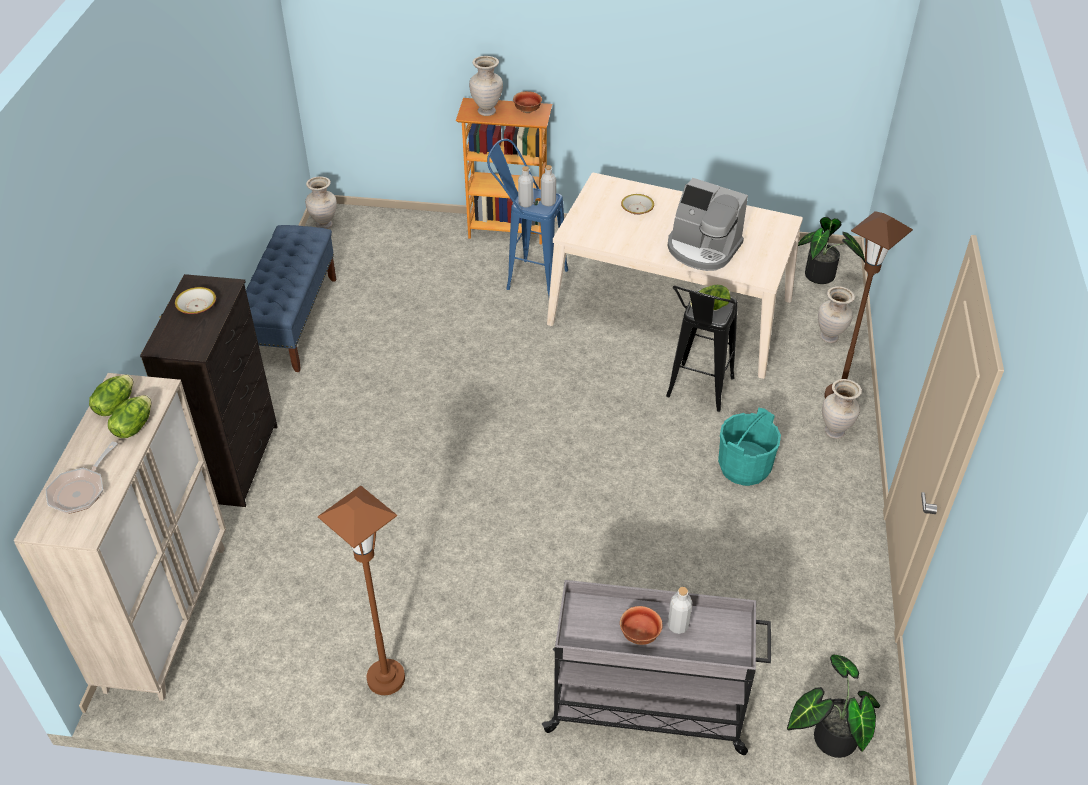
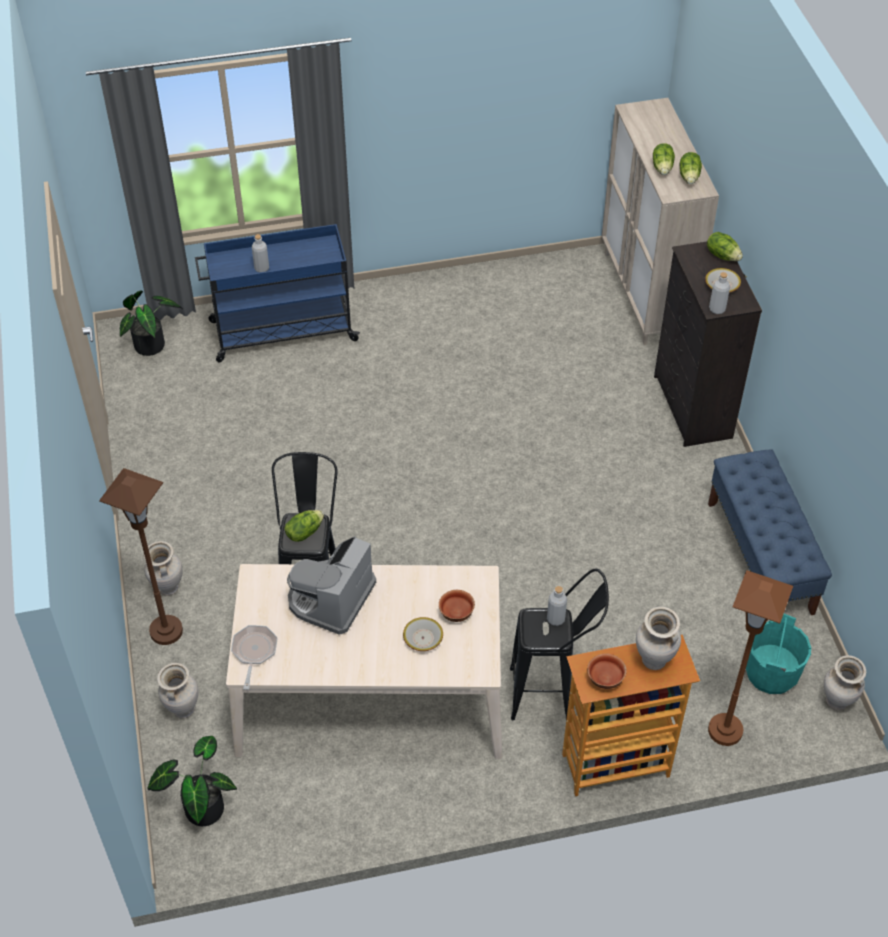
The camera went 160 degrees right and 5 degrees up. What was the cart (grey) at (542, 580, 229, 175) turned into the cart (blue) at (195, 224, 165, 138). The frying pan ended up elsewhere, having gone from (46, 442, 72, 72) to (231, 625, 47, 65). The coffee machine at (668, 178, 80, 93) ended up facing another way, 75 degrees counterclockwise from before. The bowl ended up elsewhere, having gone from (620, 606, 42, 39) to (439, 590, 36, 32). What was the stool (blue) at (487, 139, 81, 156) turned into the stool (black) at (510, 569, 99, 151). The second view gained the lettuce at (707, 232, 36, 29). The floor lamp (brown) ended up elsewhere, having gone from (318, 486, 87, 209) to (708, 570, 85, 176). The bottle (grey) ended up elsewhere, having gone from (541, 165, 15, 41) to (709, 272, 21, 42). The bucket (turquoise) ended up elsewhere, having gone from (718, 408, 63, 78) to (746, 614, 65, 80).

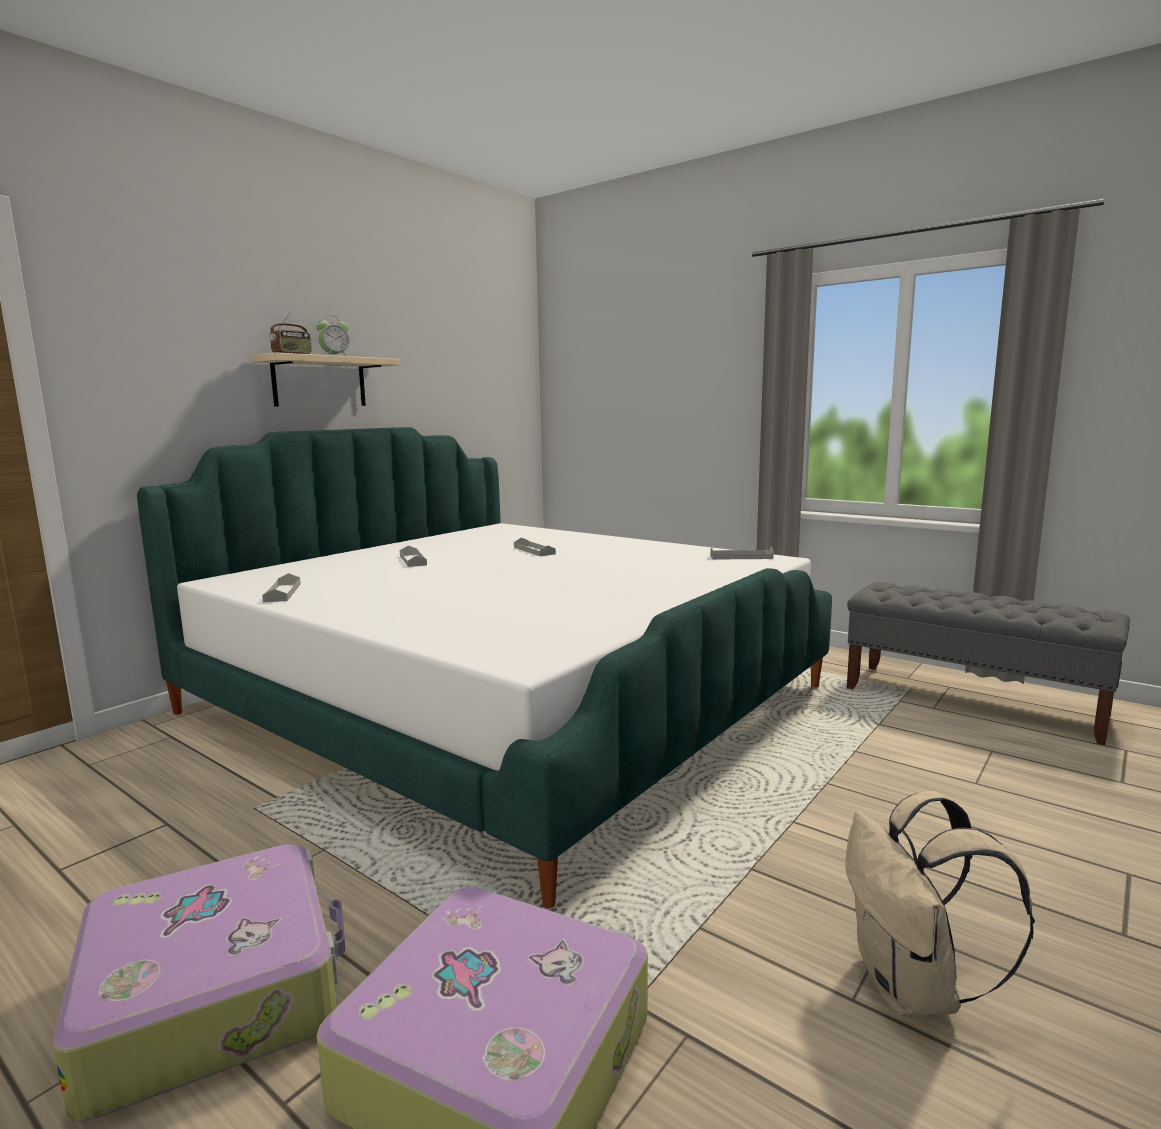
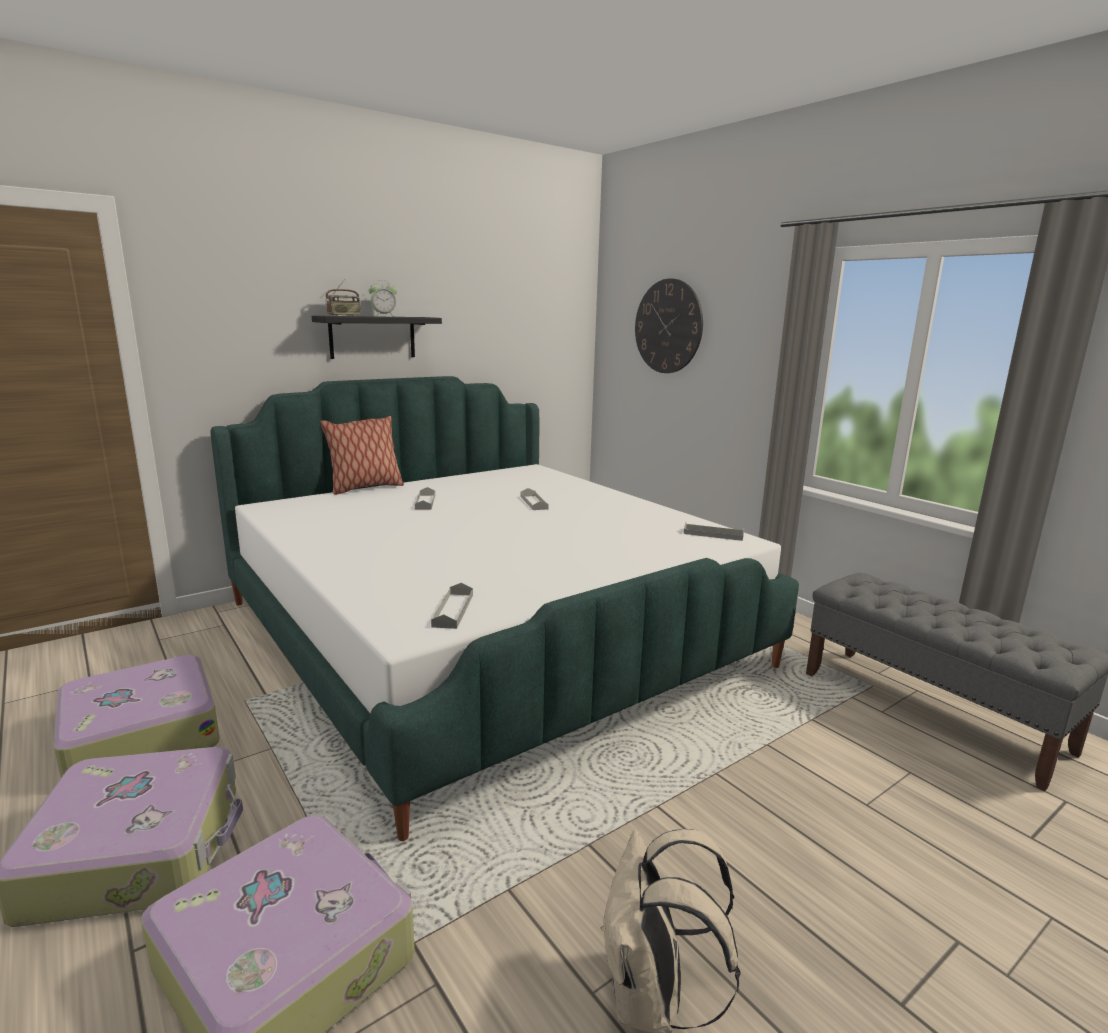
The camera went 15 degrees right and 5 degrees up. The second view gained the suitcase at (54, 655, 166, 122). What was the shelf (beige) at (251, 352, 149, 55) turned into the shelf (black) at (312, 316, 130, 43). The second view gained the pillow at (321, 416, 83, 79). The tray (grey) ended up elsewhere, having gone from (262, 573, 39, 29) to (431, 583, 42, 46). The second view gained the wall clock at (635, 278, 68, 95).

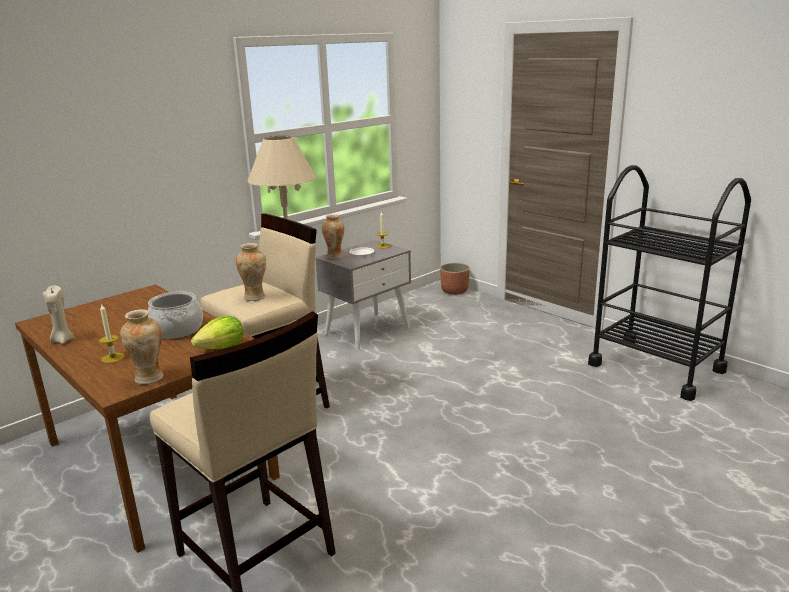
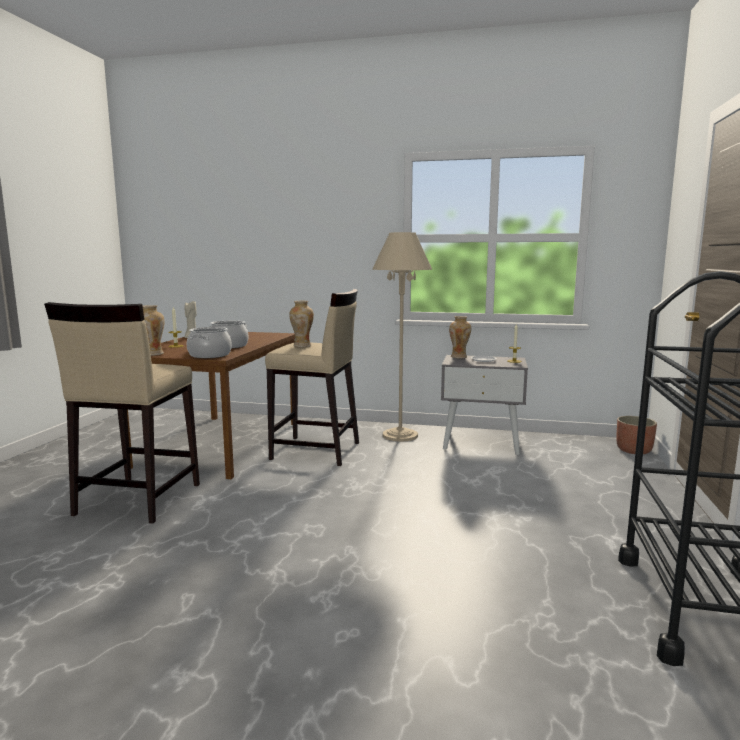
The camera went 55 degrees right and 10 degrees down. Where the lettuce stood at (191, 316, 53, 33), the cooking pot came to stand at (187, 327, 45, 31).

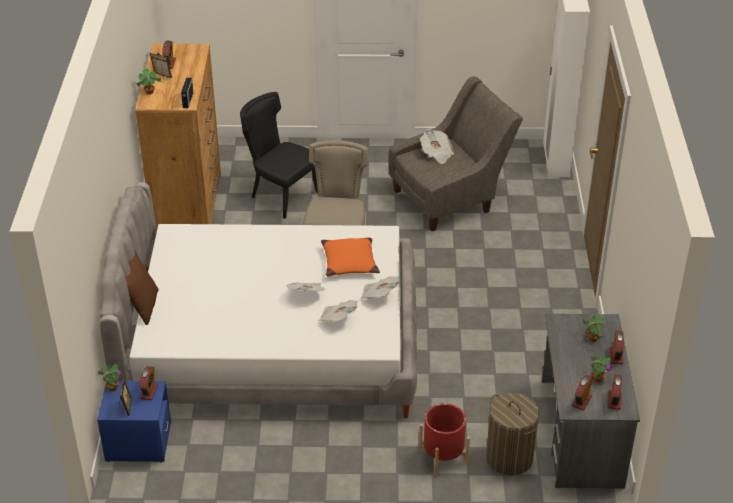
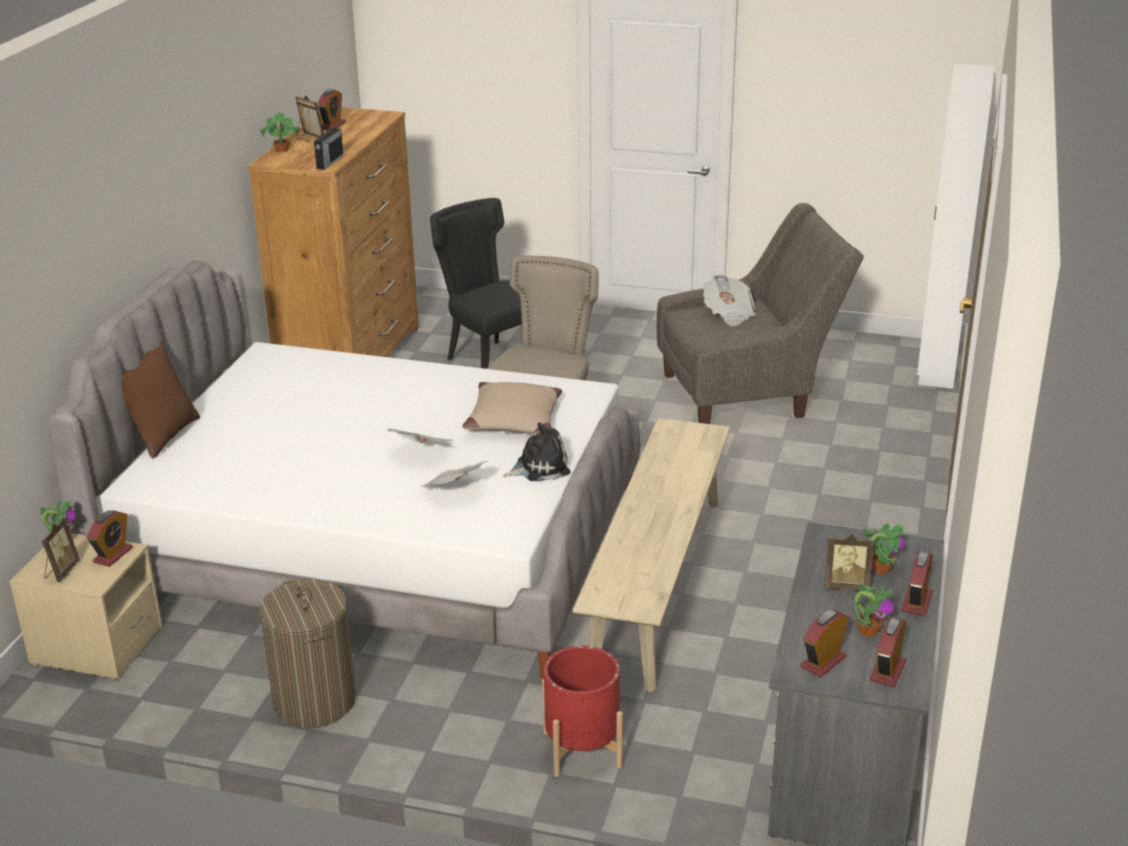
The camera went 15 degrees right and 10 degrees down. What was the nightstand (blue) at (97, 381, 74, 81) turned into the nightstand (beige) at (10, 533, 152, 147). The laundry basket ended up elsewhere, having gone from (486, 393, 53, 82) to (259, 579, 97, 149). What was the pillow (orange) at (321, 238, 59, 39) turned into the pillow (beige) at (462, 382, 100, 52). Where the newspaper stood at (361, 276, 38, 23), the plush toy came to stand at (503, 422, 67, 59). The second view gained the bench (beige) at (572, 418, 158, 274). The second view gained the picture frame at (825, 534, 49, 56).

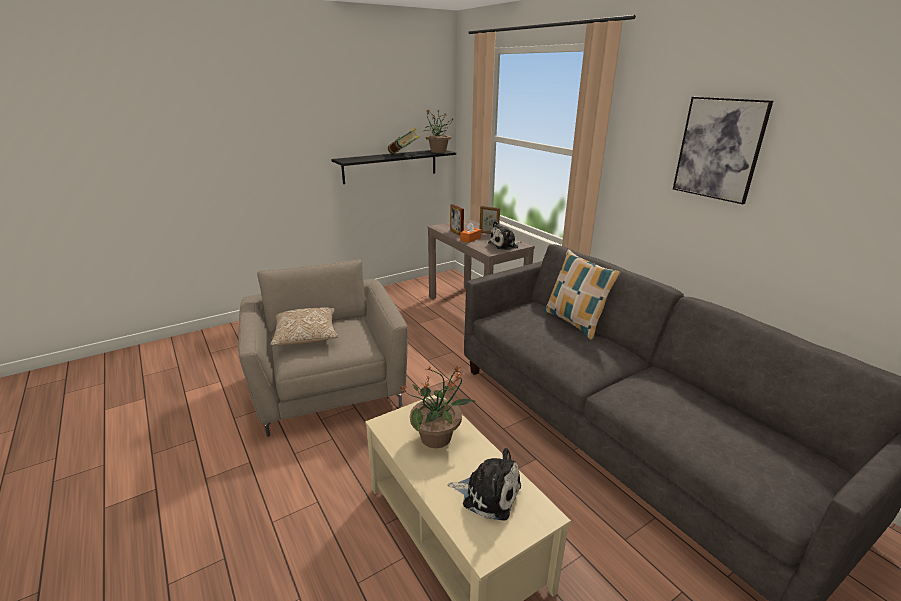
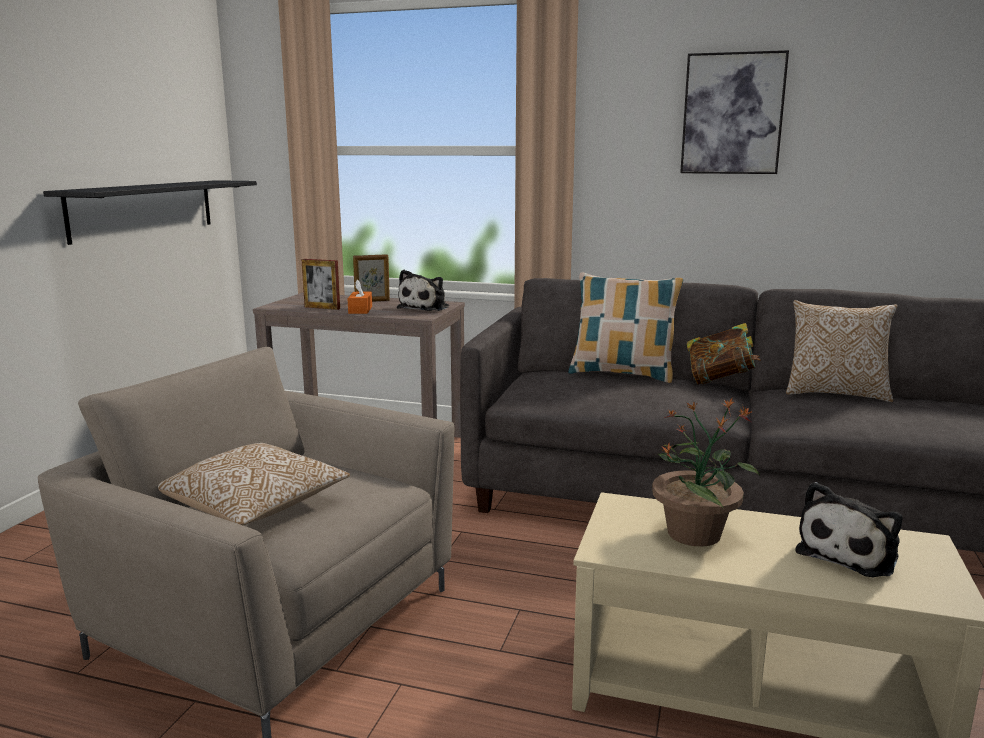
The camera went 40 degrees left and 10 degrees down. The book ended up elsewhere, having gone from (388, 128, 32, 26) to (687, 323, 74, 61). The second view gained the pillow at (786, 300, 112, 102). The plush toy at (447, 448, 74, 73) ended up facing another way, 150 degrees clockwise from before. The second view lost the potted plant at (422, 109, 31, 44).

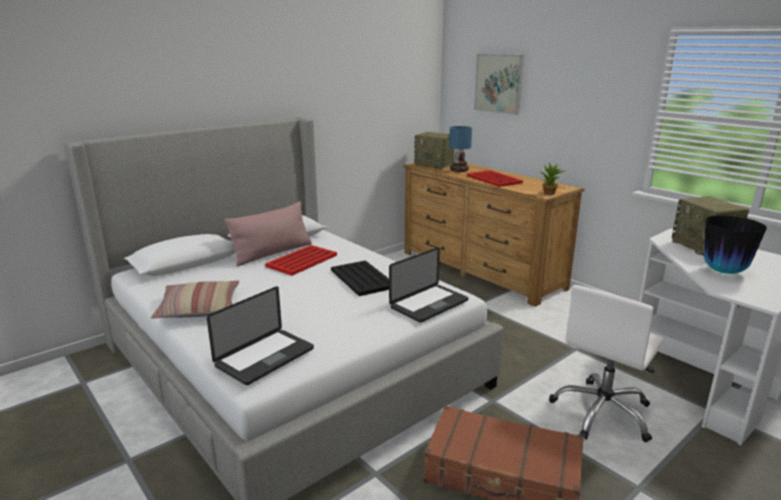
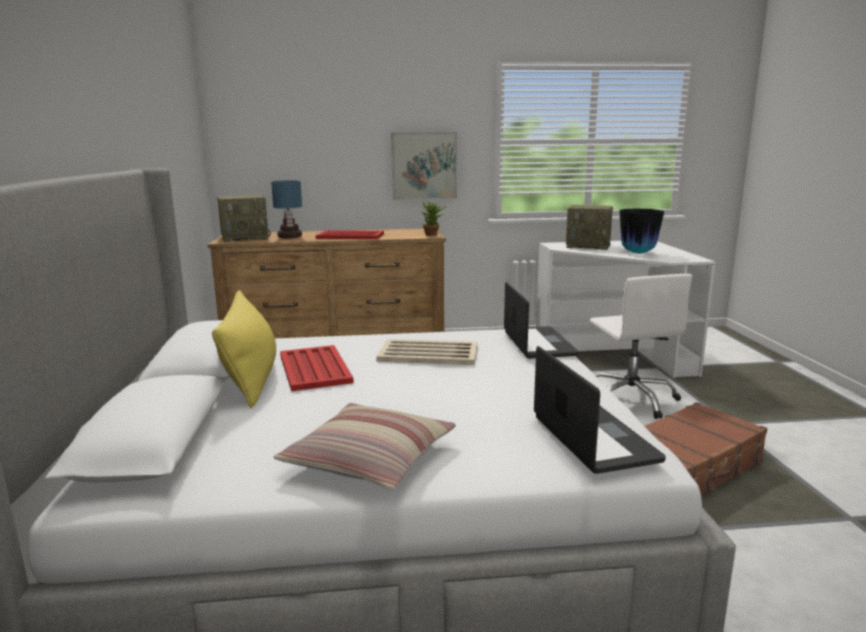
The camera went 55 degrees left and 5 degrees down. What was the pillow (pink) at (225, 201, 87, 65) turned into the pillow (yellow) at (212, 290, 64, 118). What was the tray (black) at (331, 260, 58, 36) turned into the tray (beige) at (376, 339, 102, 26). The picture ended up elsewhere, having gone from (474, 54, 50, 61) to (391, 132, 66, 68).

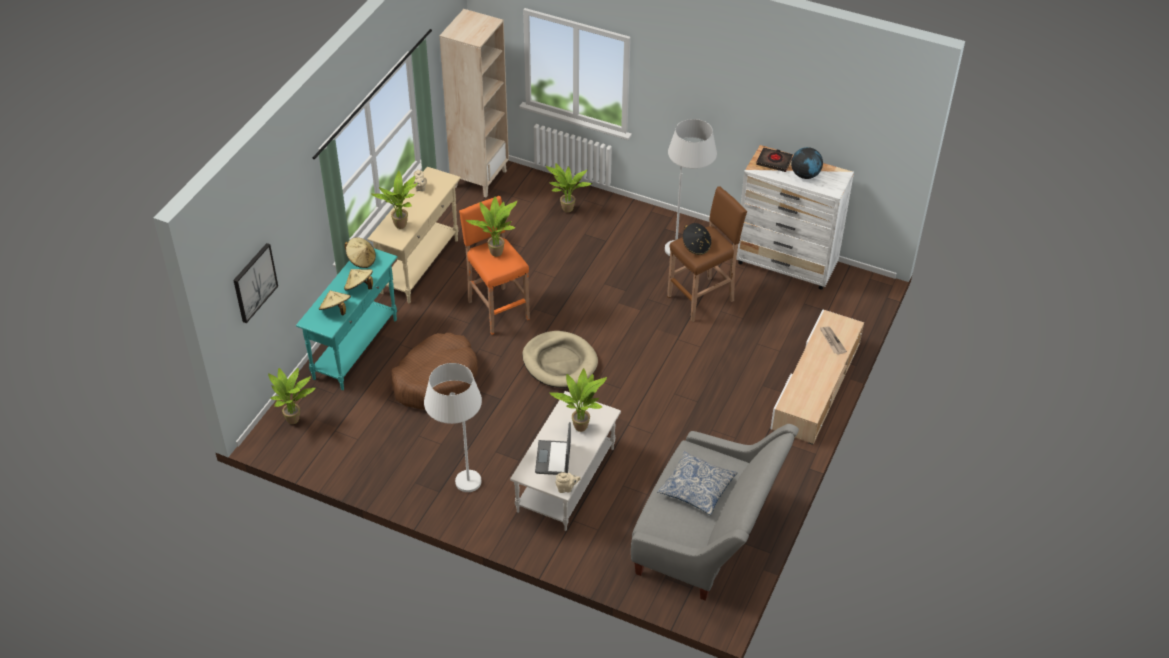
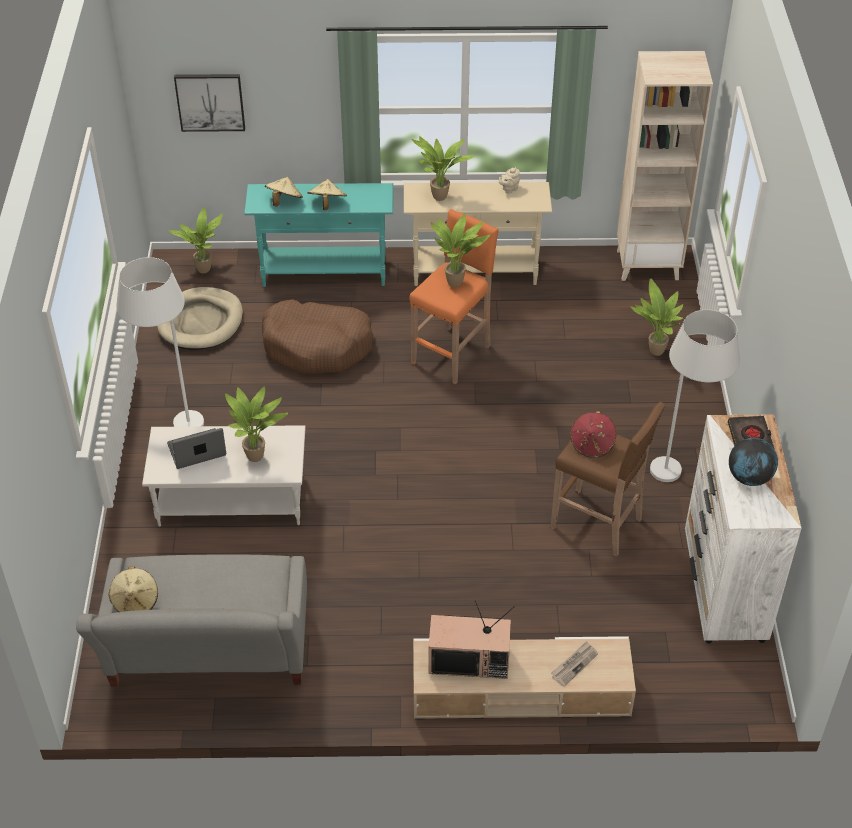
The camera went 65 degrees right and 0 degrees up. The hat (beige) ended up elsewhere, having gone from (345, 237, 31, 31) to (109, 566, 49, 46). The dog bed (beige) ended up elsewhere, having gone from (522, 331, 76, 57) to (157, 287, 86, 63). The second view gained the television at (428, 600, 87, 79). What was the hat (black) at (683, 223, 28, 32) turned into the hat (red) at (570, 411, 46, 47). The second view lost the teapot (beige) at (555, 472, 26, 21). The second view lost the pillow at (657, 450, 81, 65).

